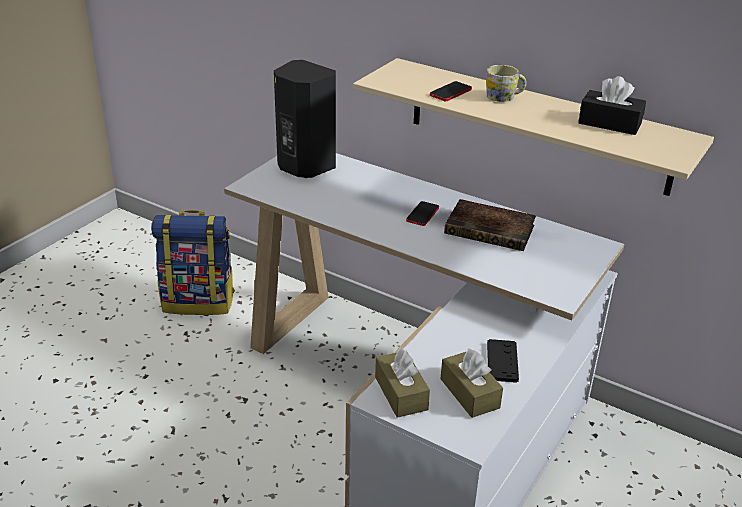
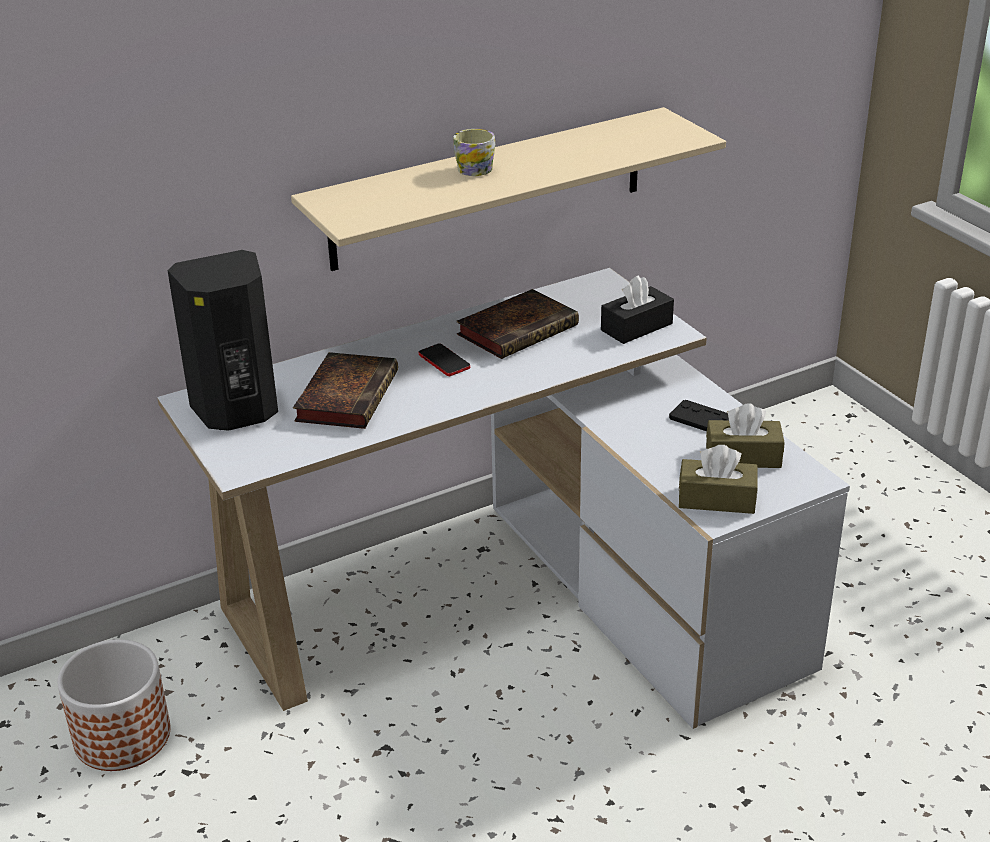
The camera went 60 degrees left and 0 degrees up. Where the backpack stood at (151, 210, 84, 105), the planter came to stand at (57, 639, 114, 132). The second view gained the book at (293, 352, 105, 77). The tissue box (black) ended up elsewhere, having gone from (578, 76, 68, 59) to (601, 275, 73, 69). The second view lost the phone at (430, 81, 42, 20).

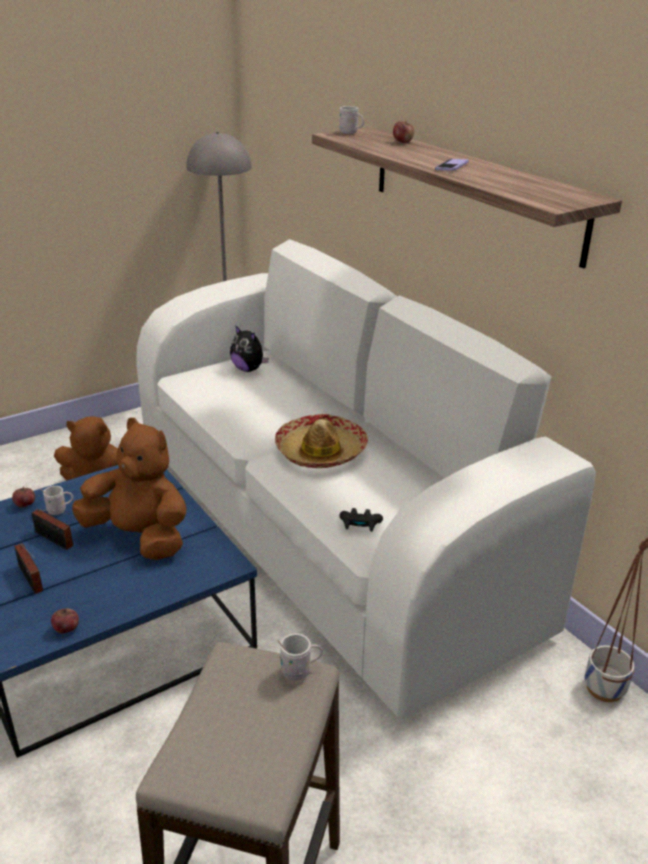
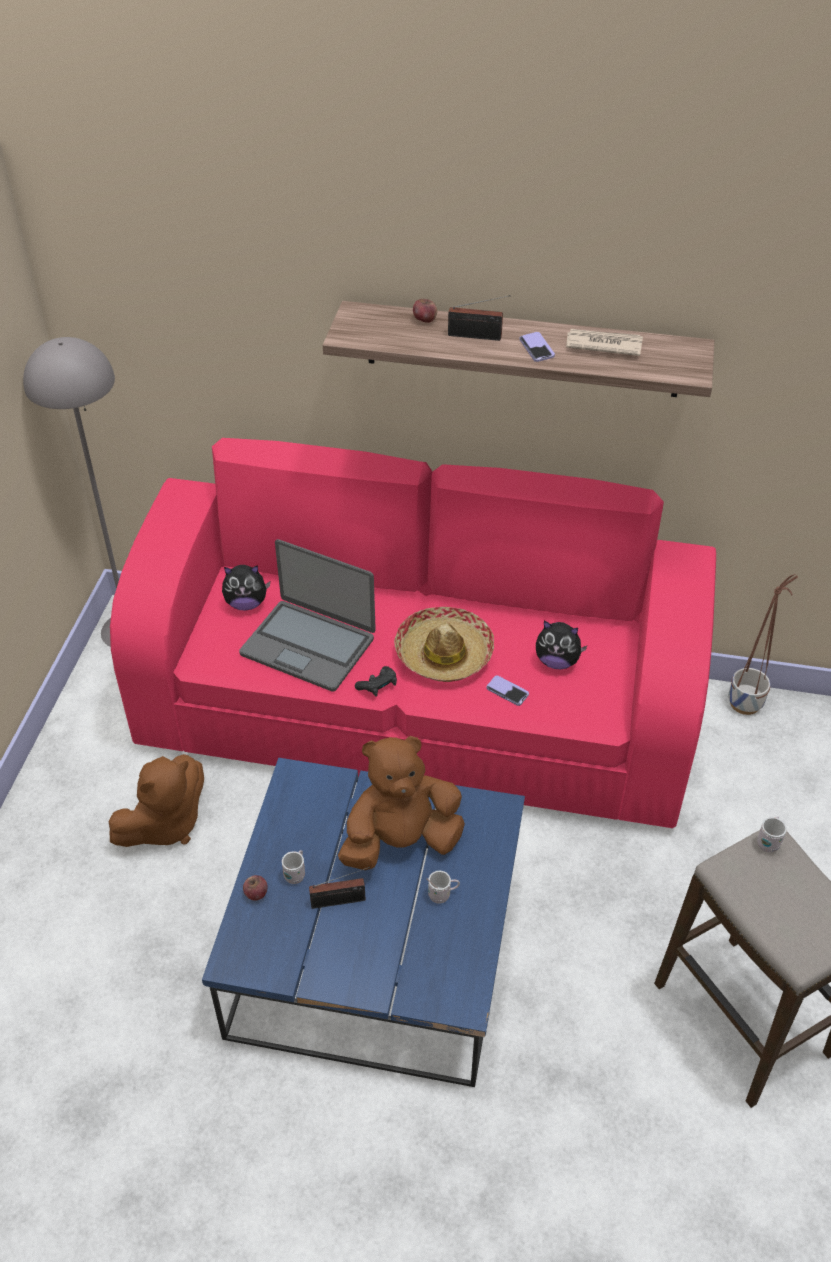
The camera went 45 degrees left and 15 degrees up. What was the sofa (white) at (137, 239, 459, 479) turned into the sofa (pink) at (110, 438, 606, 390). The second view gained the laptop at (239, 539, 137, 153). The game controller (black) ended up elsewhere, having gone from (339, 508, 44, 24) to (355, 666, 42, 31). The mug (white) ended up elsewhere, having gone from (339, 100, 25, 34) to (426, 871, 34, 33). The radio ended up elsewhere, having gone from (14, 543, 29, 51) to (448, 295, 62, 46). The second view gained the phone at (487, 676, 42, 30). The second view gained the plush toy at (536, 621, 52, 49). The second view gained the newspaper at (566, 329, 77, 27). The second view lost the apple at (51, 608, 28, 25).

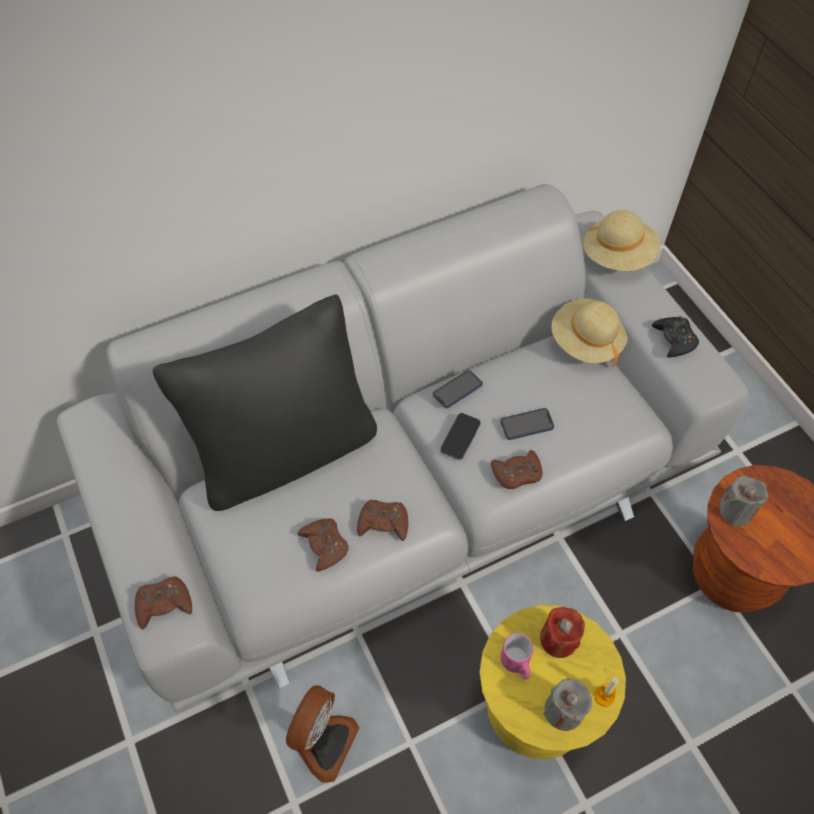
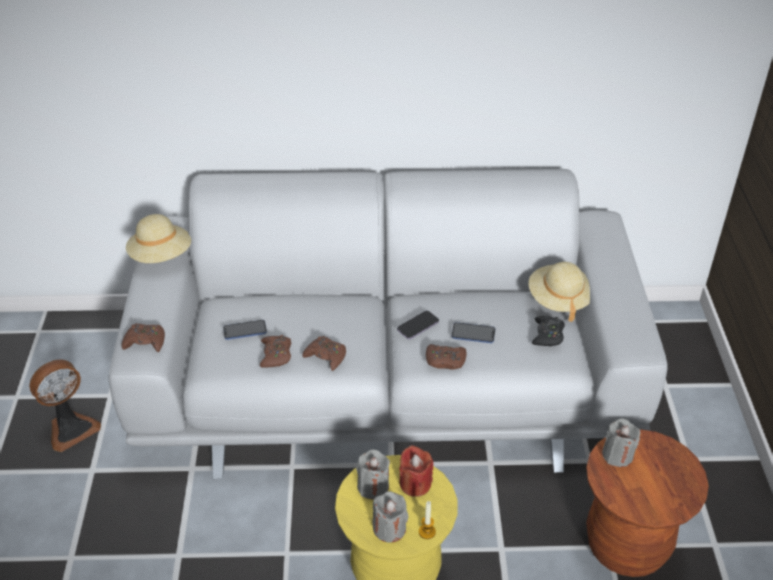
The camera went 25 degrees right and 15 degrees down. The fan ended up elsewhere, having gone from (286, 685, 73, 98) to (29, 359, 72, 93). The hat (beige) ended up elsewhere, having gone from (584, 210, 76, 61) to (126, 214, 65, 49). The phone ended up elsewhere, having gone from (433, 370, 50, 38) to (223, 320, 44, 20). Where the mug (pink) stood at (500, 633, 34, 46), the candle (grey) came to stand at (356, 449, 34, 50). The game controller (black) ended up elsewhere, having gone from (652, 316, 47, 42) to (532, 316, 33, 30). The second view lost the pillow (black) at (153, 294, 224, 217).

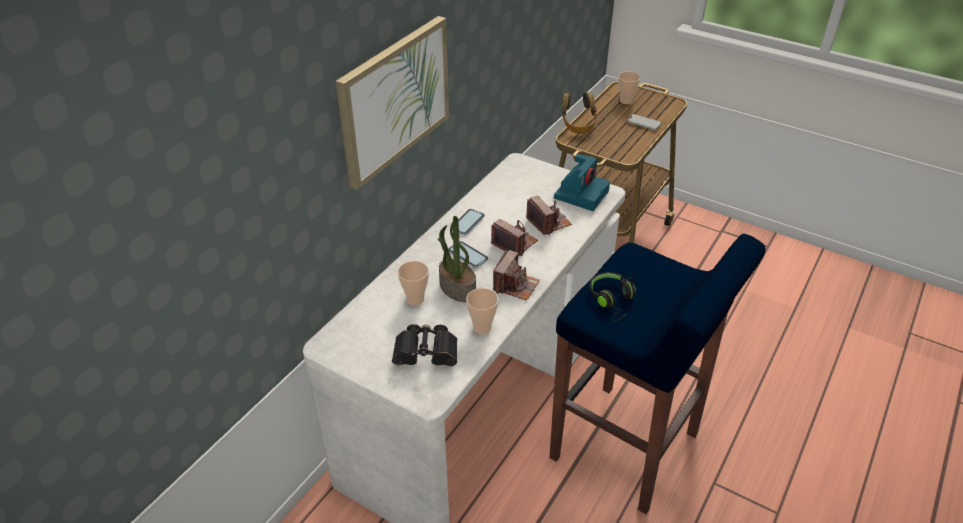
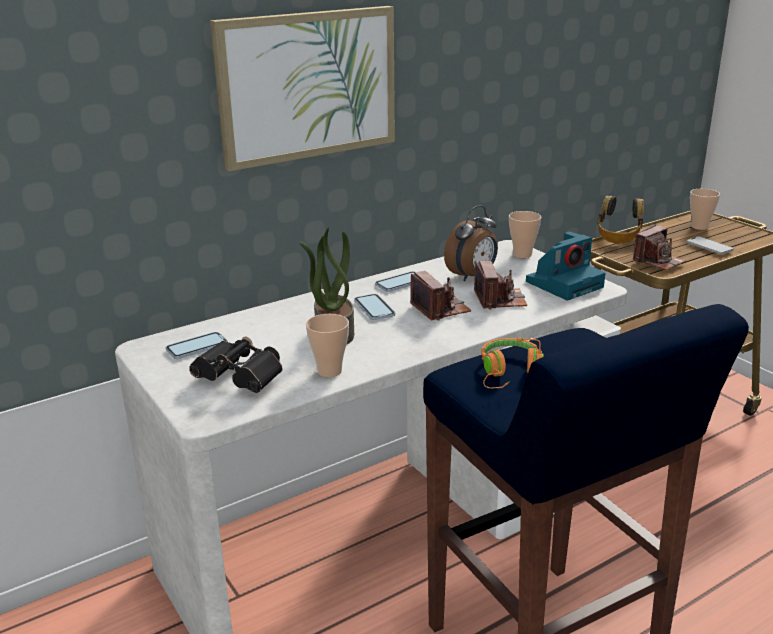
The camera went 25 degrees right and 15 degrees down. The second view gained the phone at (166, 332, 62, 27). The second view gained the alarm clock at (444, 205, 54, 76). What was the headphones (black) at (589, 272, 47, 50) turned into the headphones (orange) at (481, 338, 63, 50). The cup ended up elsewhere, having gone from (398, 261, 31, 45) to (509, 211, 32, 47). The photo camera ended up elsewhere, having gone from (493, 250, 47, 51) to (633, 225, 53, 45).

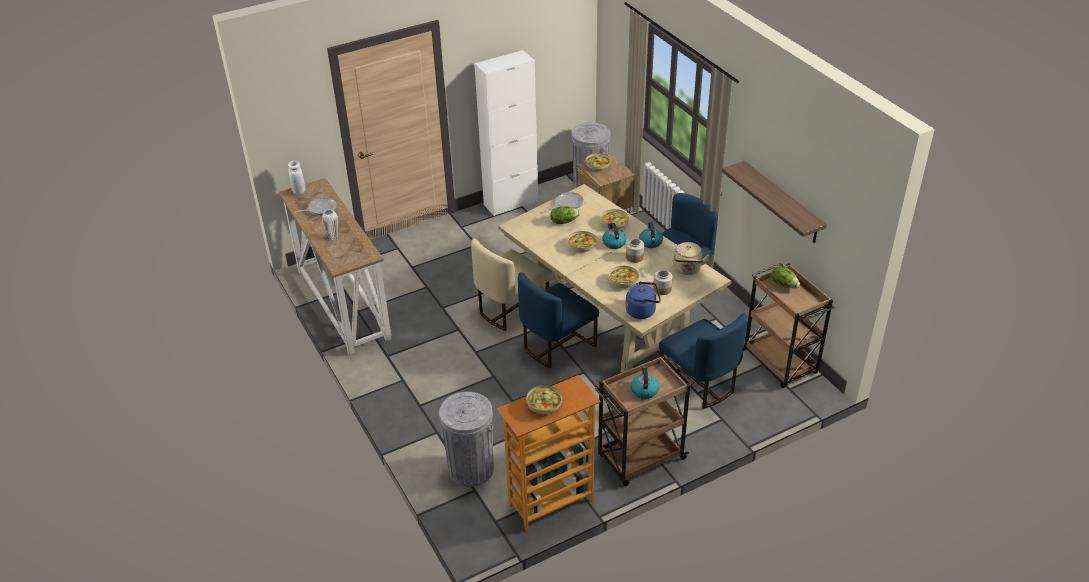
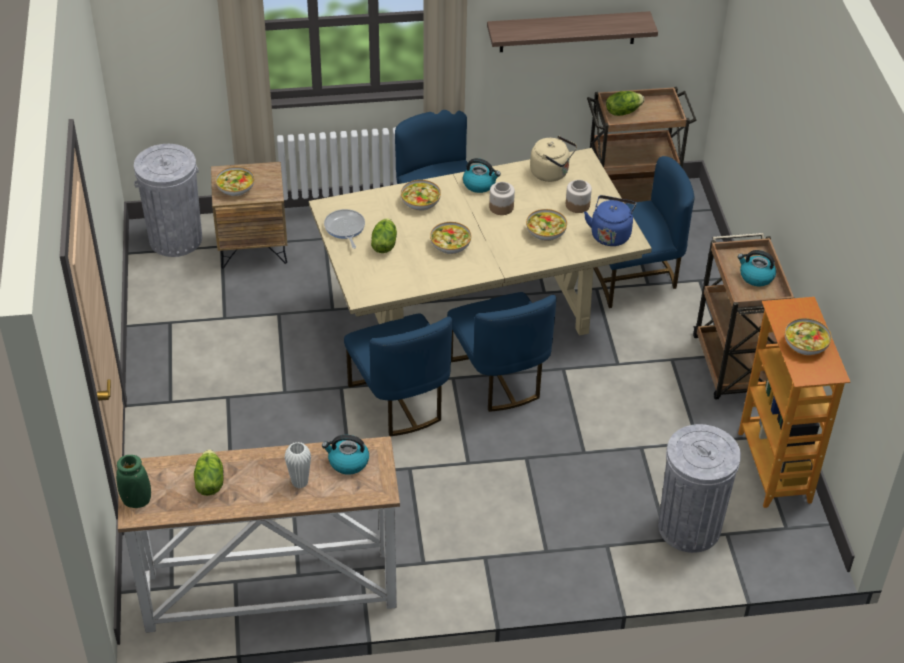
The camera went 70 degrees left and 5 degrees up. What was the vase (white) at (288, 161, 17, 33) turned into the vase (green) at (116, 455, 35, 53). Where the frying pan stood at (294, 197, 43, 19), the lettuce came to stand at (194, 450, 30, 46). The kettle ended up elsewhere, having gone from (602, 223, 24, 26) to (322, 435, 47, 40). What was the chair (beige) at (471, 238, 80, 93) turned into the chair (blue) at (344, 313, 108, 123). The second view lost the cabinet (white) at (474, 50, 64, 166).

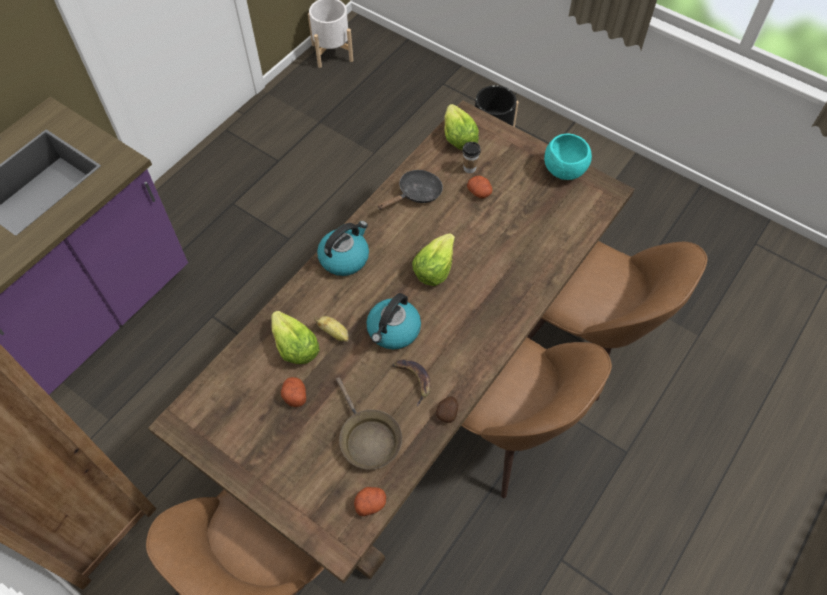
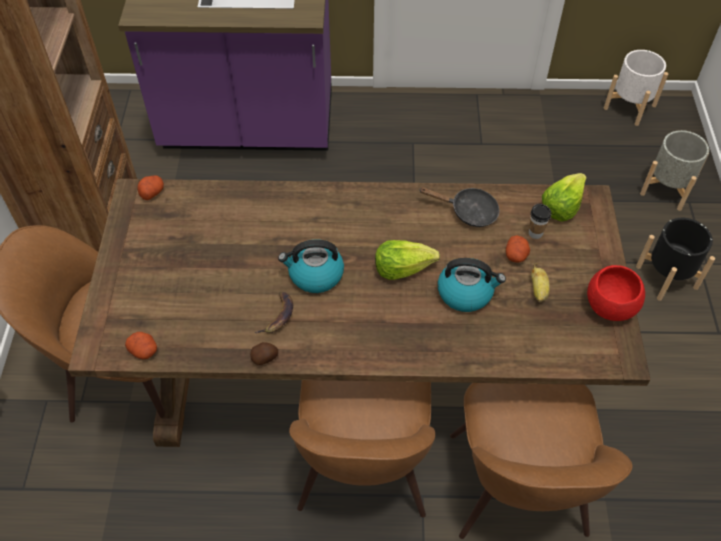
The camera went 55 degrees right and 5 degrees down. The potato ended up elsewhere, having gone from (281, 377, 25, 30) to (137, 175, 27, 25). The kettle ended up elsewhere, having gone from (317, 221, 52, 55) to (438, 258, 68, 54). The banana ended up elsewhere, having gone from (314, 316, 35, 26) to (531, 263, 19, 39). What was the bowl (turquoise) at (544, 134, 48, 46) turned into the bowl (red) at (587, 265, 58, 56). The second view gained the planter (grey) at (640, 130, 69, 81). The second view lost the lettuce at (271, 311, 49, 53). The second view lost the frying pan (brown) at (336, 377, 66, 92).

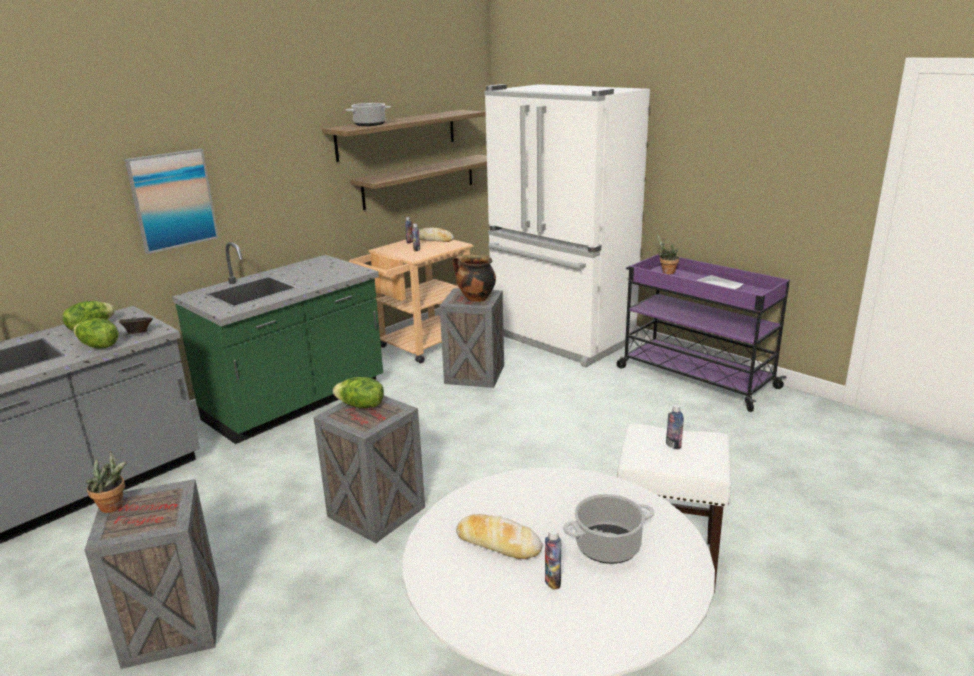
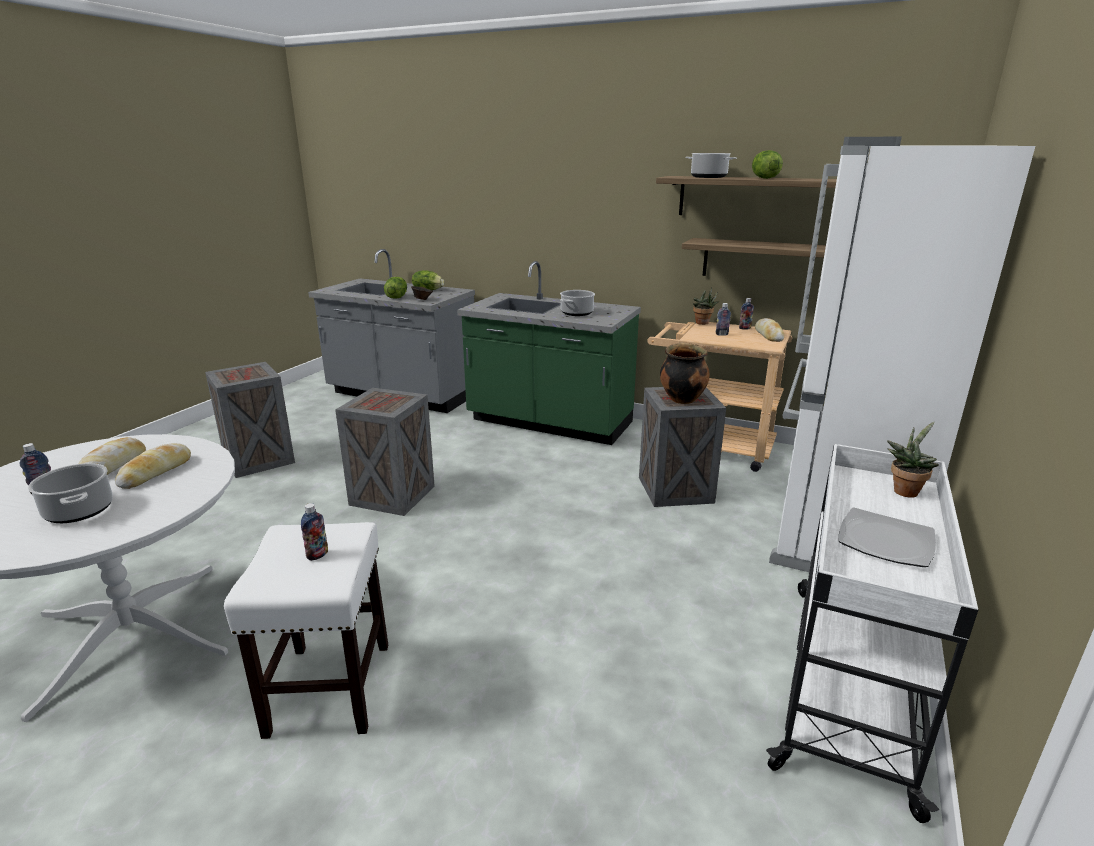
The camera went 70 degrees right and 0 degrees up. The second view gained the bread at (115, 443, 76, 46). The second view gained the cooking pot at (560, 290, 35, 26). The potted plant ended up elsewhere, having gone from (86, 451, 41, 62) to (693, 288, 26, 37). The lettuce ended up elsewhere, having gone from (333, 377, 51, 31) to (752, 150, 31, 29). What was the cart (purple) at (617, 253, 173, 159) turned into the cart (white) at (766, 444, 212, 379). The second view lost the picture at (125, 149, 94, 105).

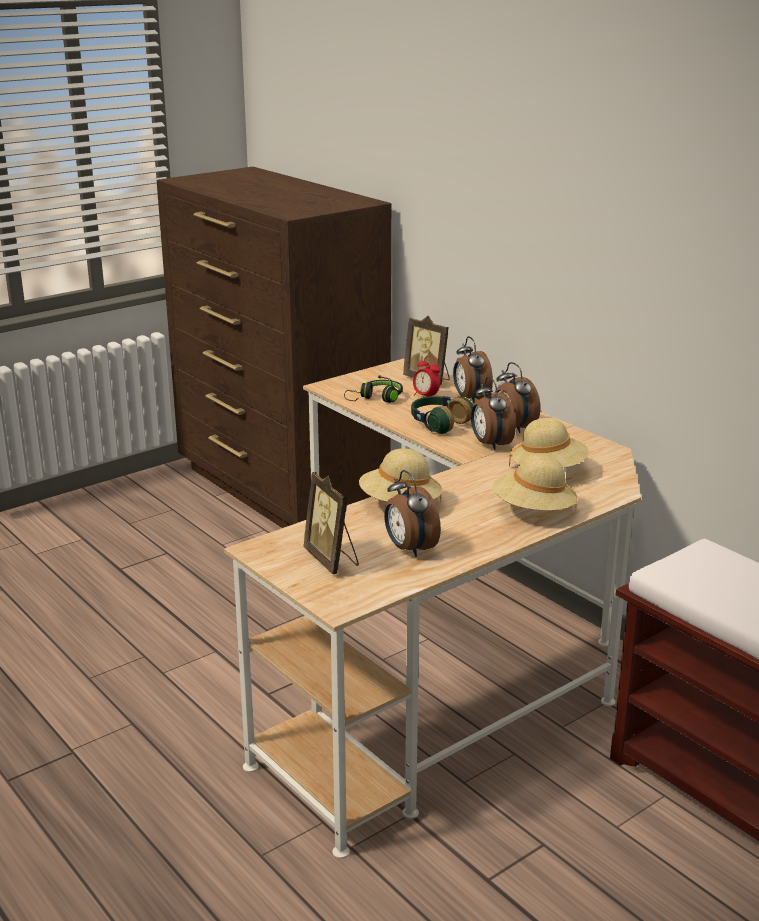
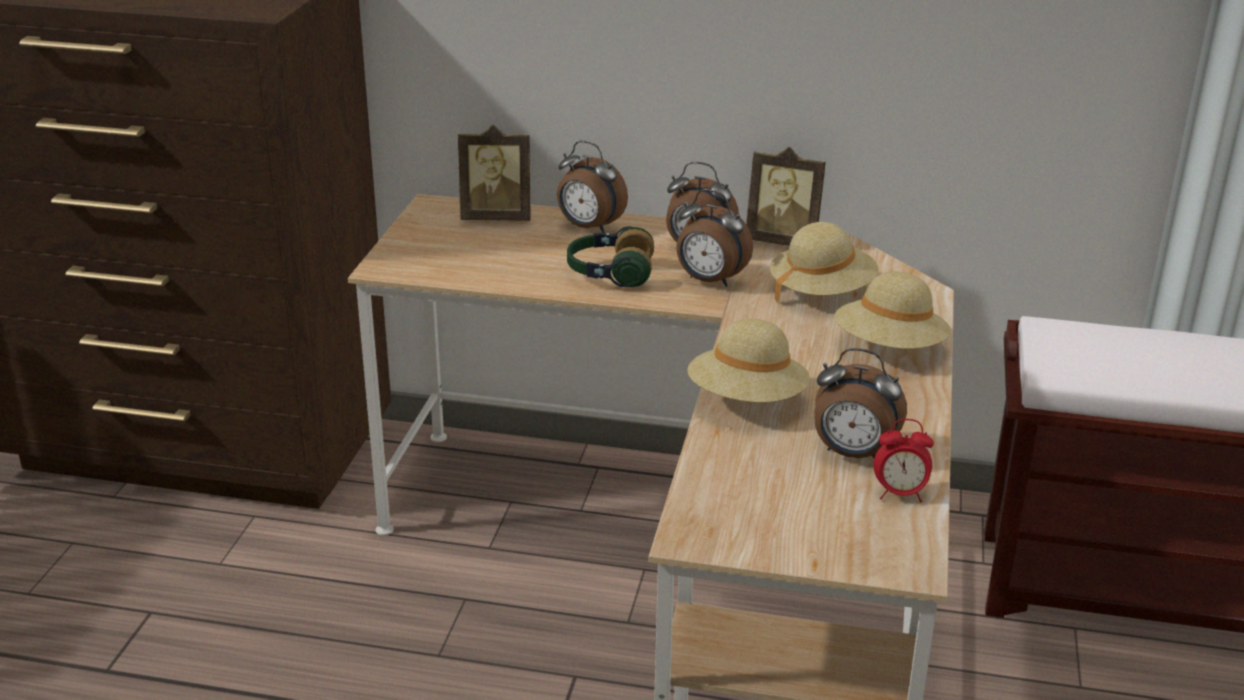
The camera went 40 degrees left and 5 degrees up. The picture frame ended up elsewhere, having gone from (303, 472, 56, 102) to (746, 147, 80, 99). The alarm clock ended up elsewhere, having gone from (413, 356, 27, 41) to (873, 419, 61, 83). The second view lost the headphones (black) at (344, 375, 59, 28).

